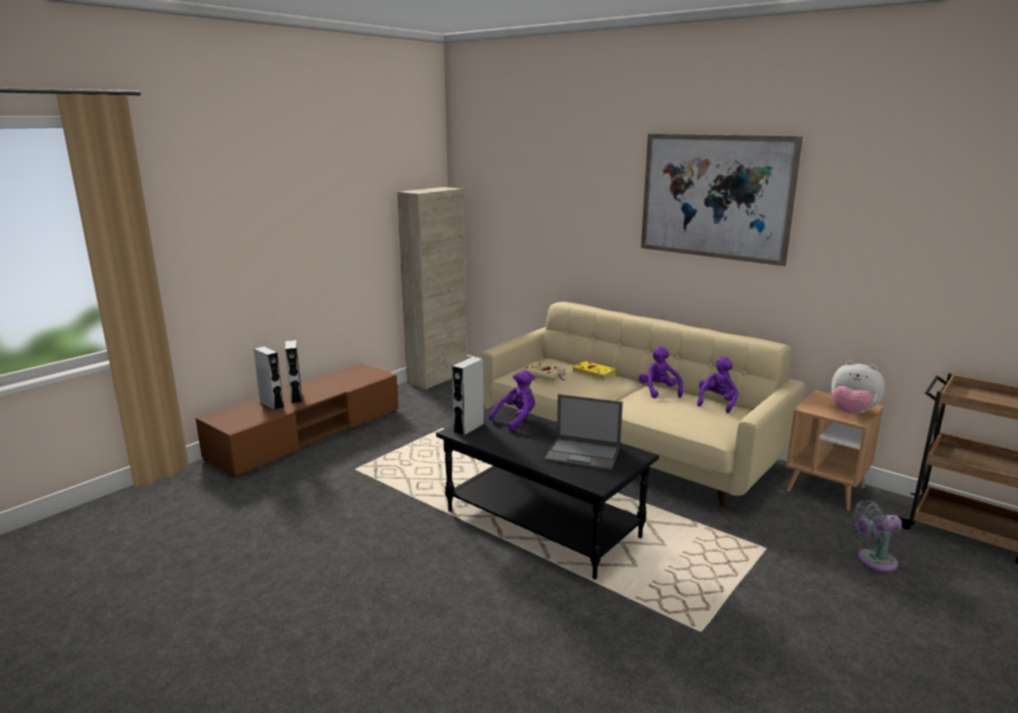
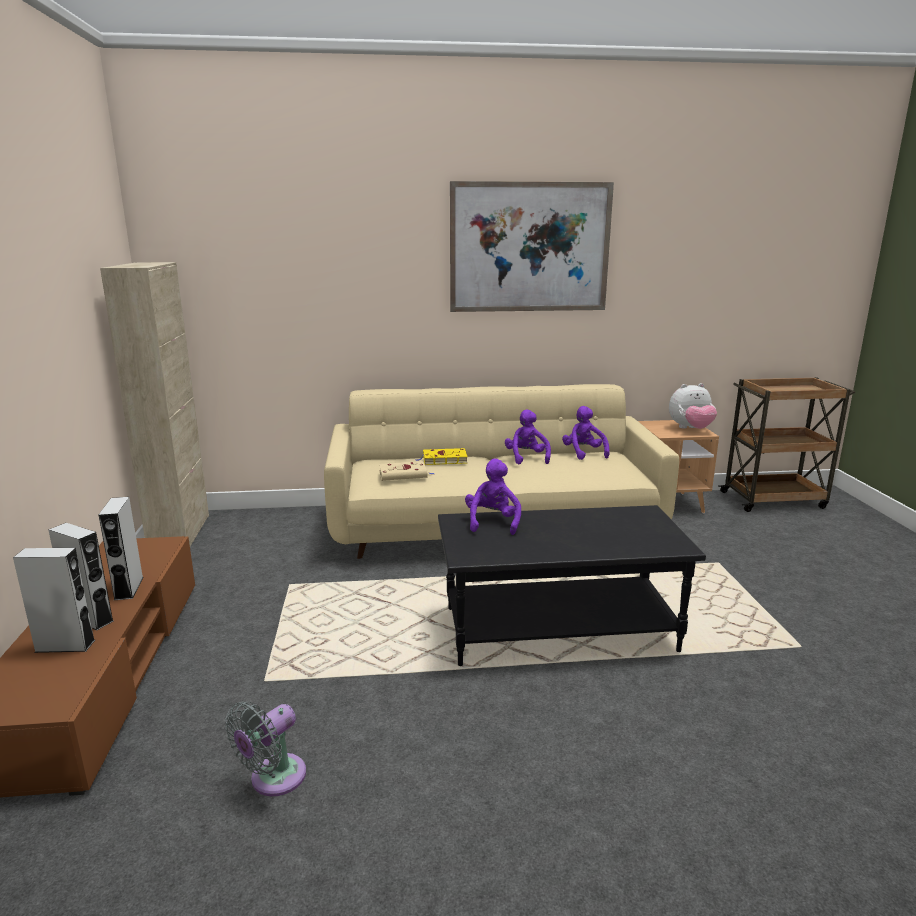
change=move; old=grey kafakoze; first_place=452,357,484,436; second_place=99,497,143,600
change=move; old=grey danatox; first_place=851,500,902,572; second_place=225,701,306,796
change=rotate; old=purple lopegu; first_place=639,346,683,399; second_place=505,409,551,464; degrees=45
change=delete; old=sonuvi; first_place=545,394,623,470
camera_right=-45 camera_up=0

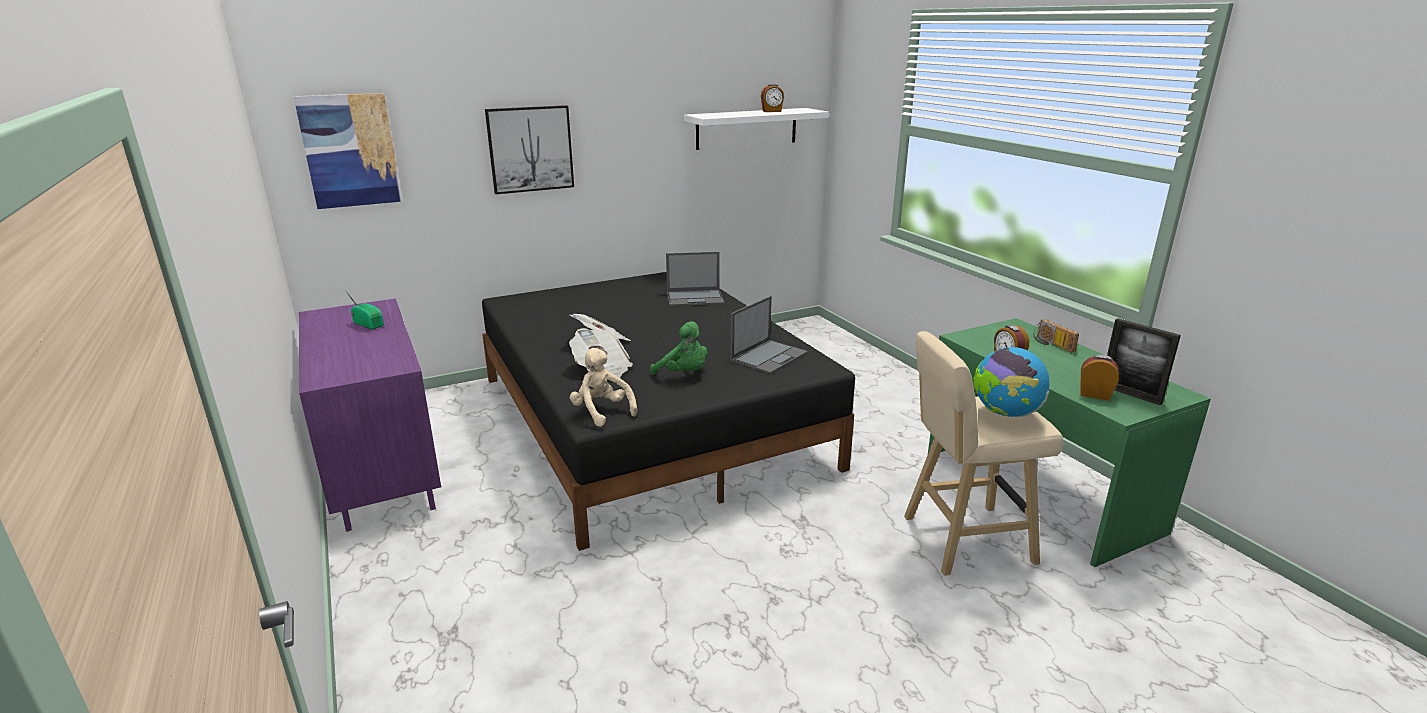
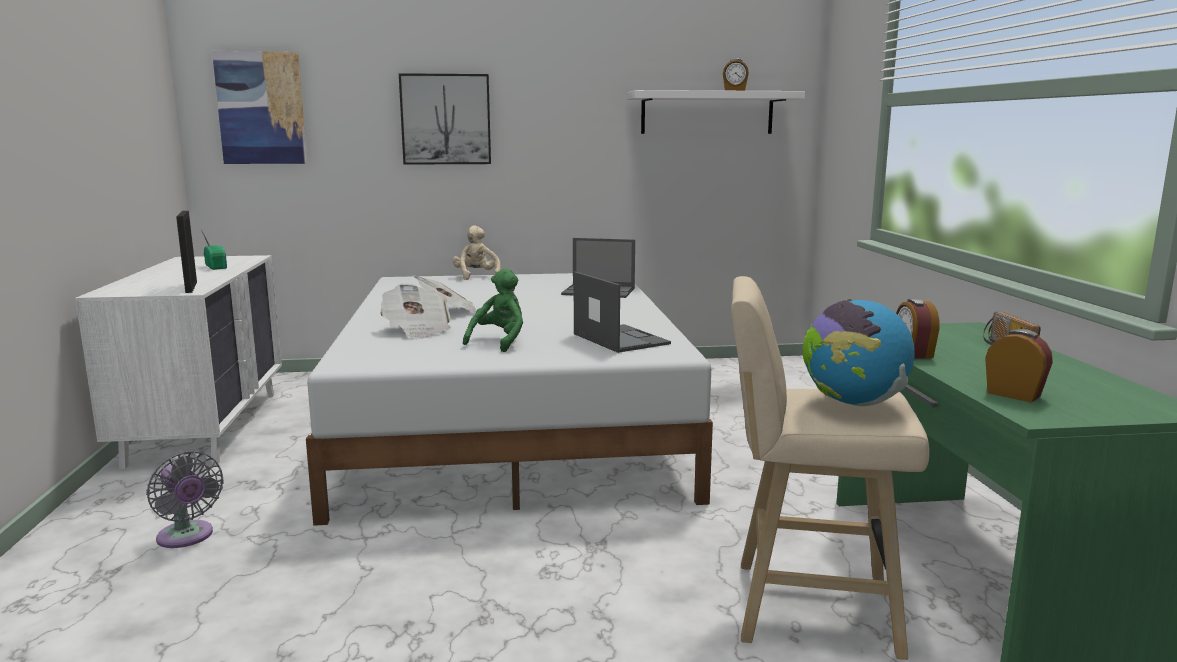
change=recolor; old=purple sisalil; new=white sisalil; first_place=299,298,441,532; second_place=75,255,282,469
change=insert; new=grey danatox; second_place=146,451,224,548
change=move; old=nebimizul; first_place=1107,318,1181,405; second_place=176,211,197,293
change=recolor; old=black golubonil; new=white golubonil; first_place=482,272,855,551; second_place=306,273,713,526
change=move; old=beige lopegu; first_place=570,348,637,427; second_place=452,225,501,280
change=rotate; old=green lopegu; first_place=650,321,708,375; second_place=463,268,523,352; degrees=-120
change=rotate; old=sonuvi; first_place=731,296,808,374; second_place=573,272,671,353; degrees=-90
camera_right=20 camera_up=-10

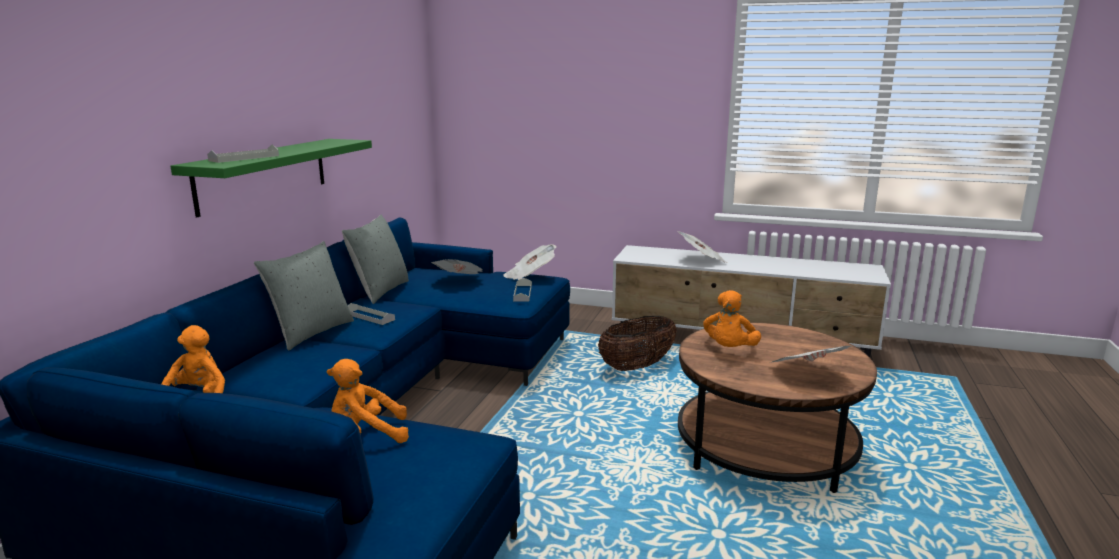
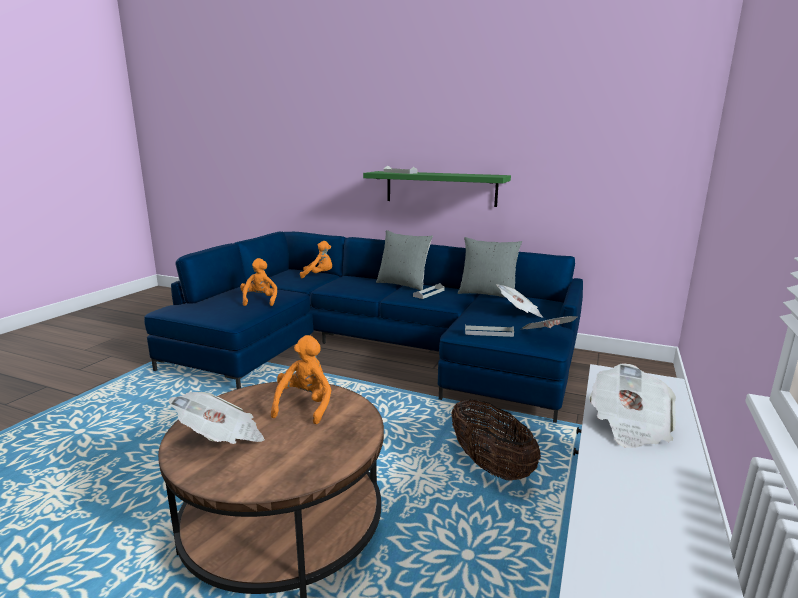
change=rotate; old=orange lopegu; first_place=703,290,761,347; second_place=271,335,331,424; degrees=75
camera_right=95 camera_up=0

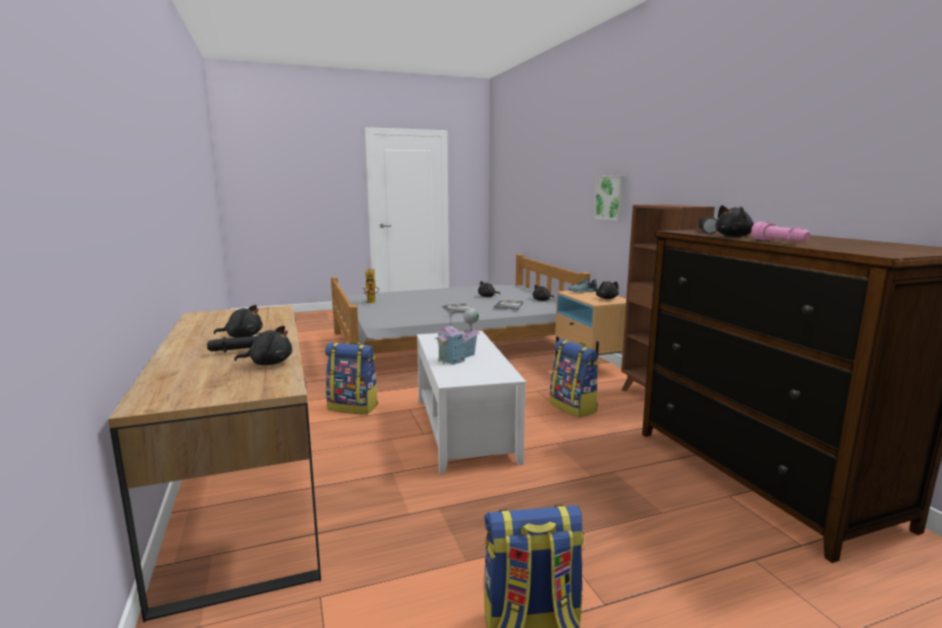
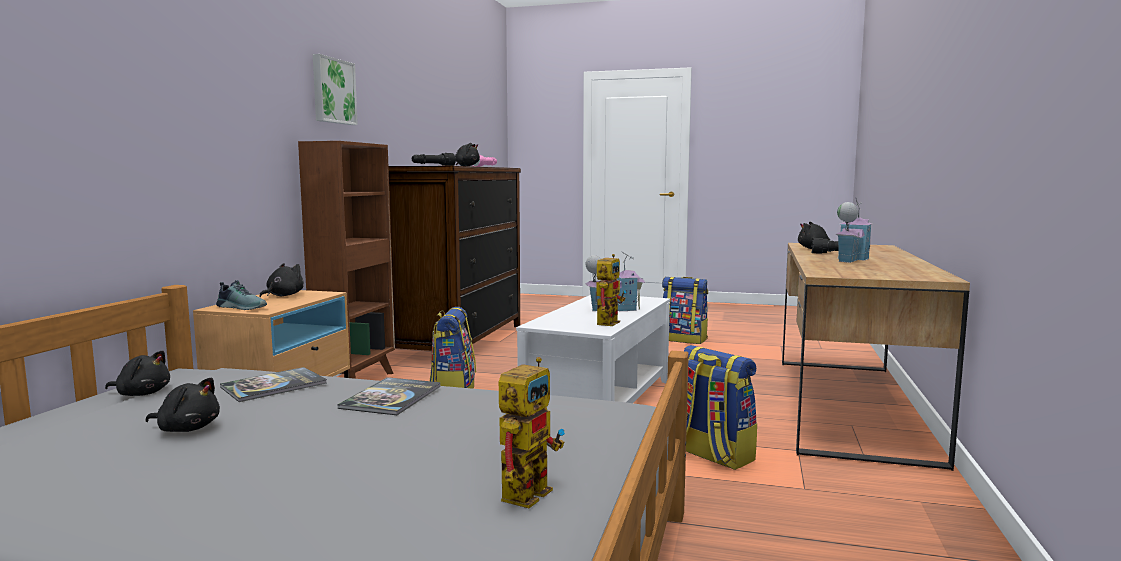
change=move; old=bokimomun; first_place=594,175,626,221; second_place=313,54,358,125
change=insert; new=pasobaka; second_place=596,254,627,326
change=replace; old=black lopegu; new=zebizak; first_place=214,305,263,338; second_place=835,199,872,263
camera_right=-145 camera_up=-5

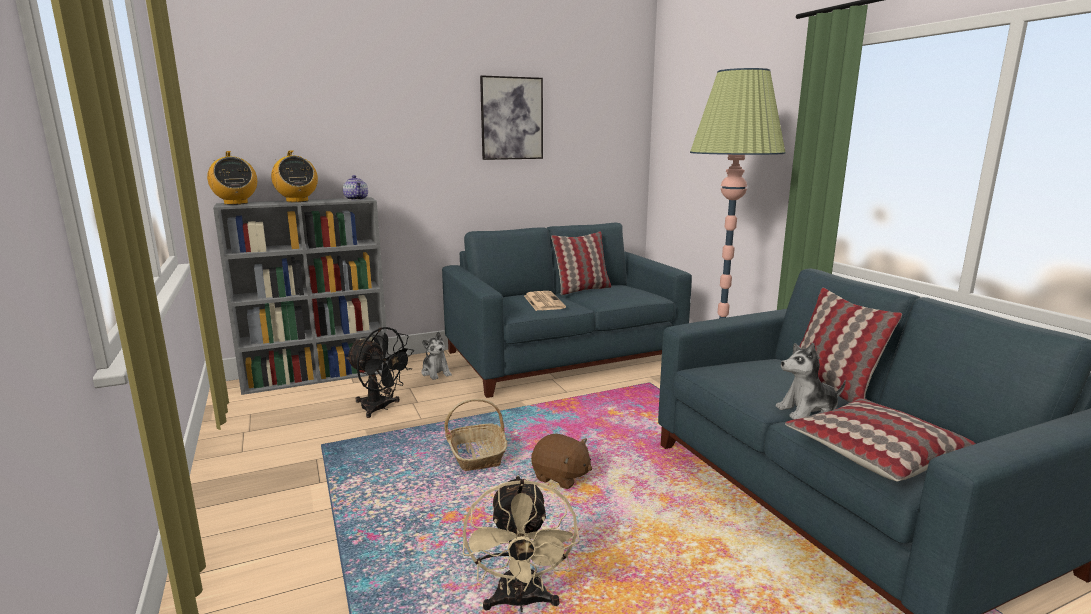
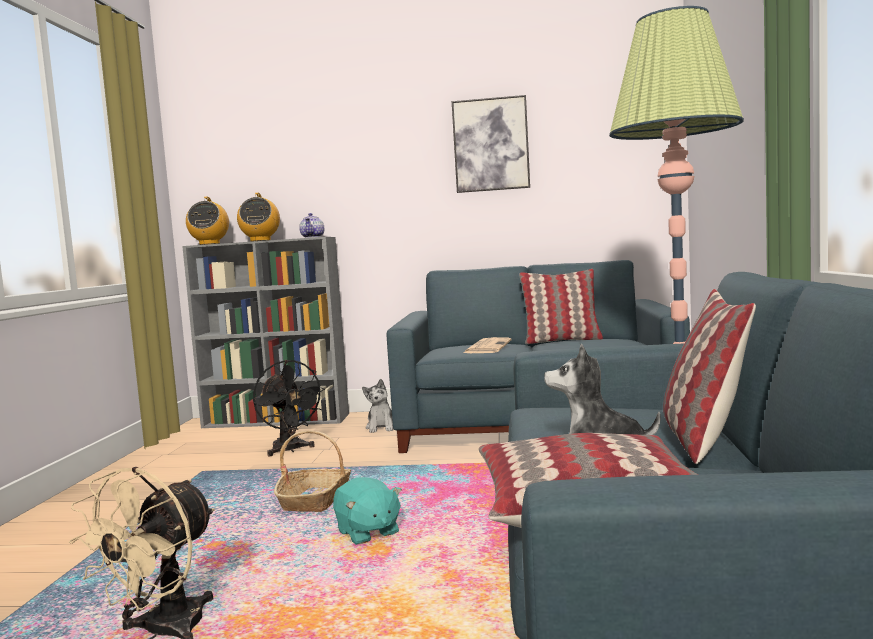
change=recolor; old=brown lopegu; new=turquoise lopegu; first_place=531,433,592,489; second_place=333,477,402,545
camera_right=30 camera_up=-10

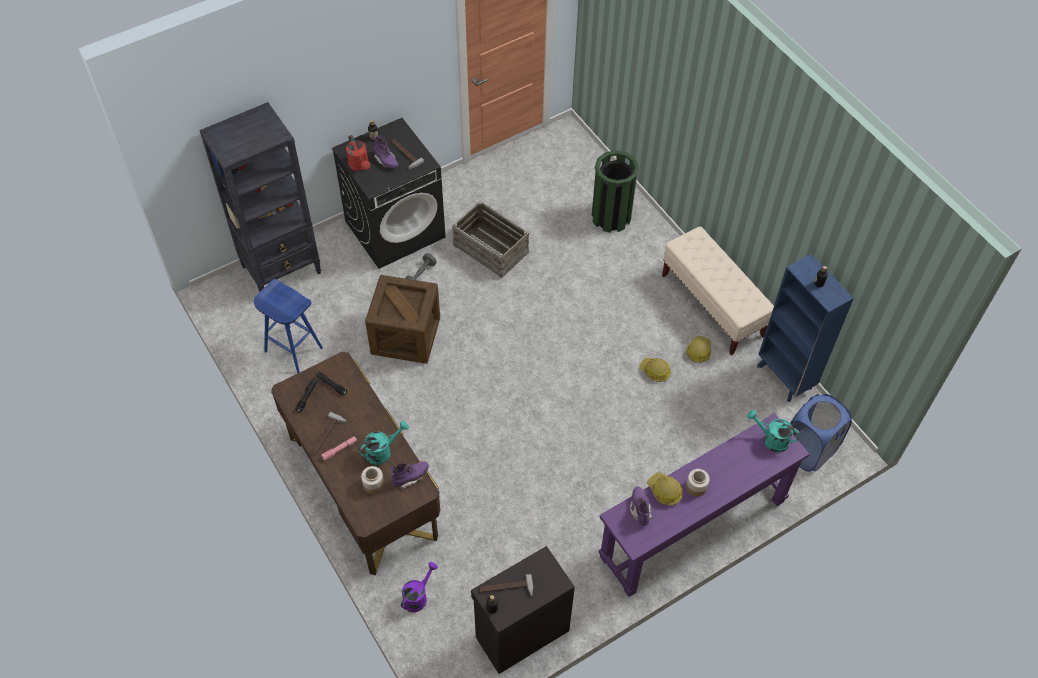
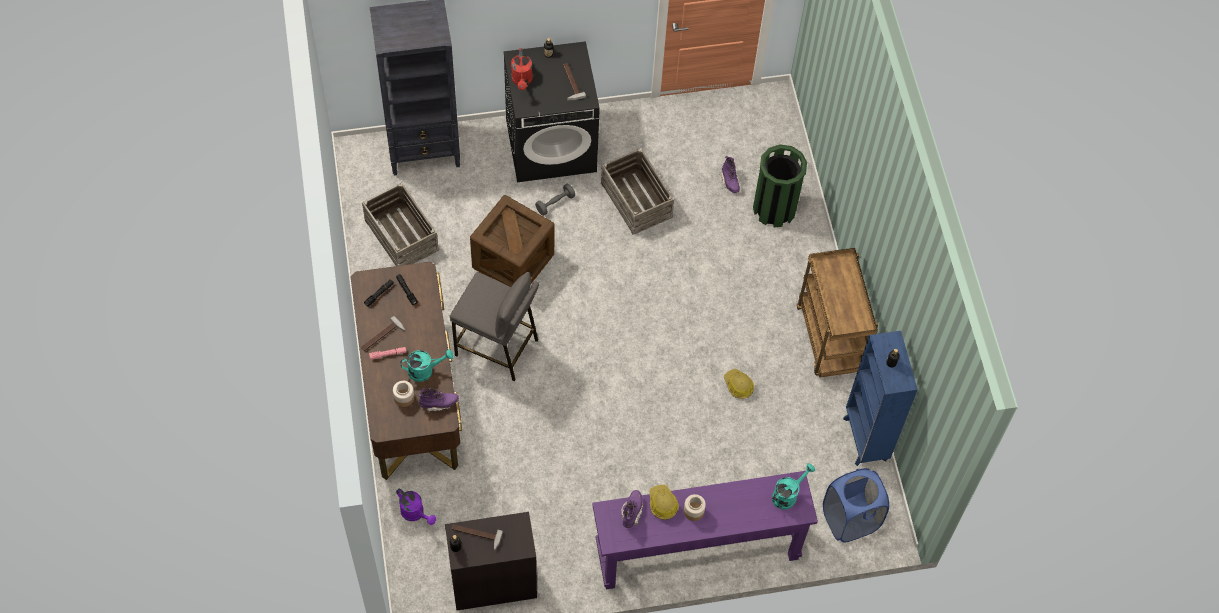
change=replace; old=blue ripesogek; new=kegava; first_place=254,279,323,373; second_place=362,182,439,266
change=rotate; old=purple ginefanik; first_place=401,562,438,612; second_place=396,488,436,525; degrees=75
change=insert; new=grey ripesogek; second_place=449,272,539,381
change=move; old=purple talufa; first_place=374,135,398,168; second_place=720,156,740,193
change=rotate; old=turquoise ginefanik; first_place=747,410,800,452; second_place=772,463,815,510; degrees=90
change=replace; old=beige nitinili; new=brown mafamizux; first_place=662,227,774,355; second_place=797,248,878,377
change=delete; old=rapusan; first_place=686,336,711,363
camera_right=20 camera_up=5

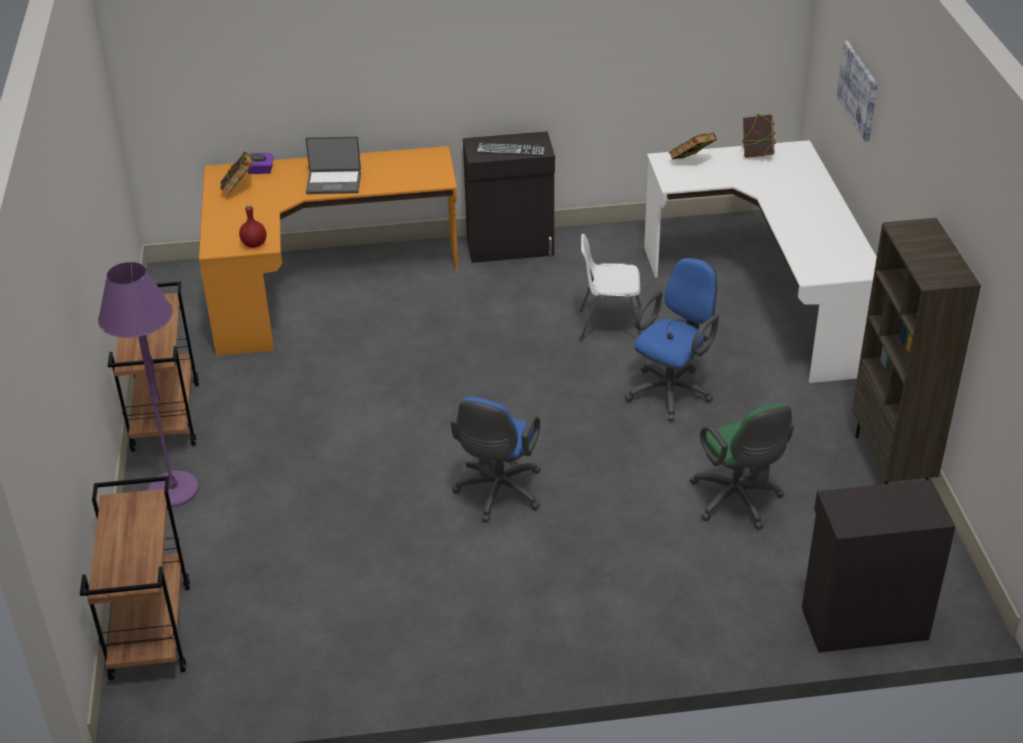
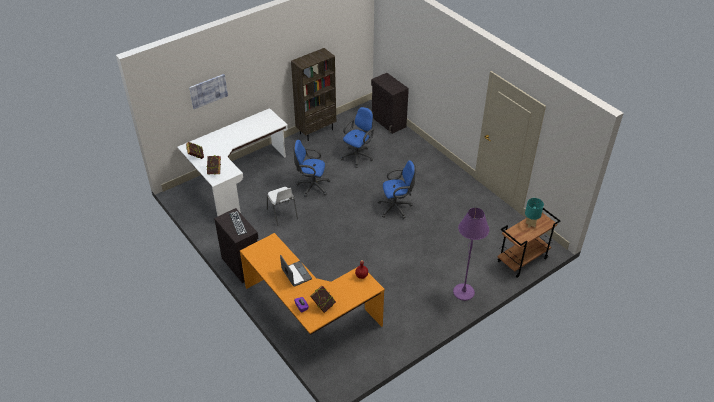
change=recolor; old=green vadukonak; new=blue vadukonak; first_place=689,403,794,530; second_place=340,107,374,168
change=insert; new=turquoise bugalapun; second_place=525,198,544,228
change=delete; old=brown mafamizux; first_place=108,281,199,452
camera_right=-120 camera_up=5

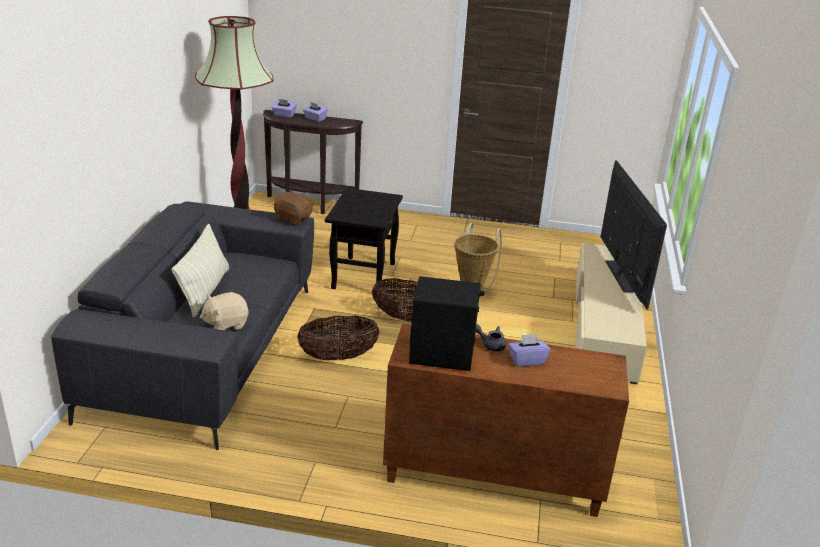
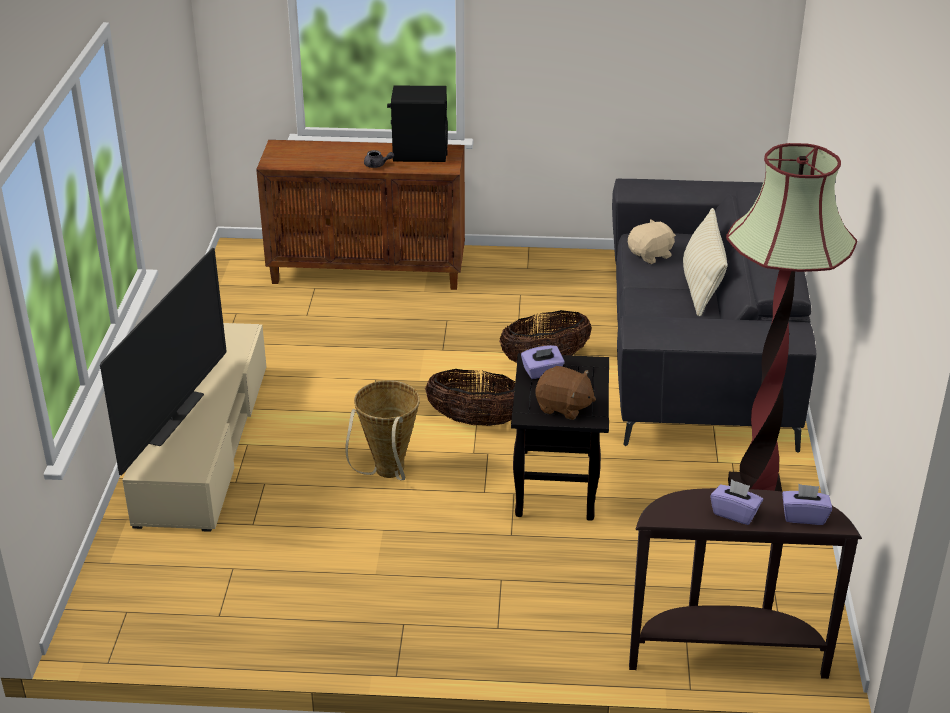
change=rotate; old=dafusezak; first_place=601,160,667,309; second_place=100,248,226,475; degrees=-150
change=move; old=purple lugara; first_place=508,334,551,367; second_place=521,345,565,379
change=move; old=brown lopegu; first_place=274,191,313,226; second_place=535,366,596,420
camera_right=175 camera_up=5

